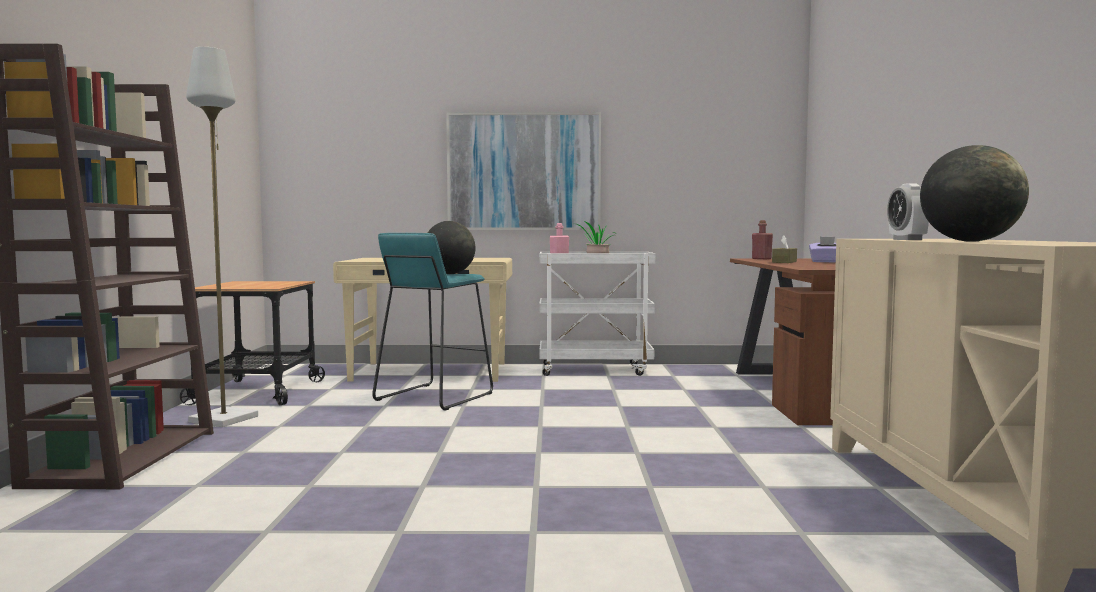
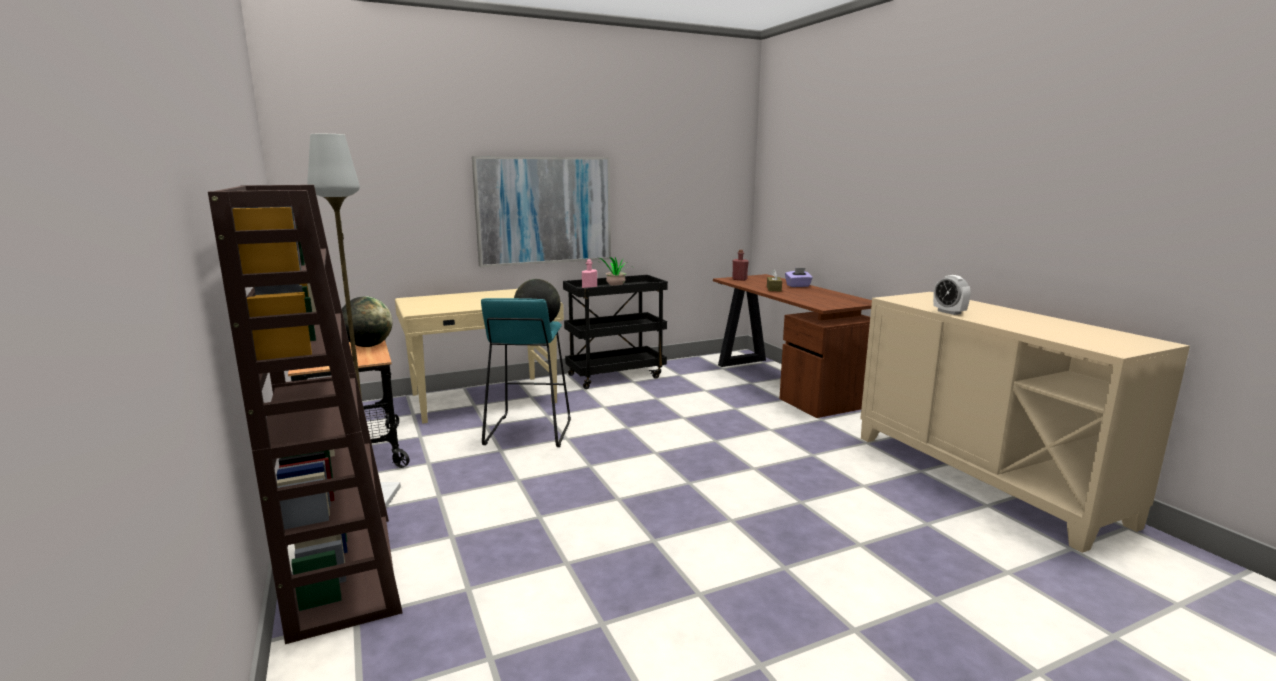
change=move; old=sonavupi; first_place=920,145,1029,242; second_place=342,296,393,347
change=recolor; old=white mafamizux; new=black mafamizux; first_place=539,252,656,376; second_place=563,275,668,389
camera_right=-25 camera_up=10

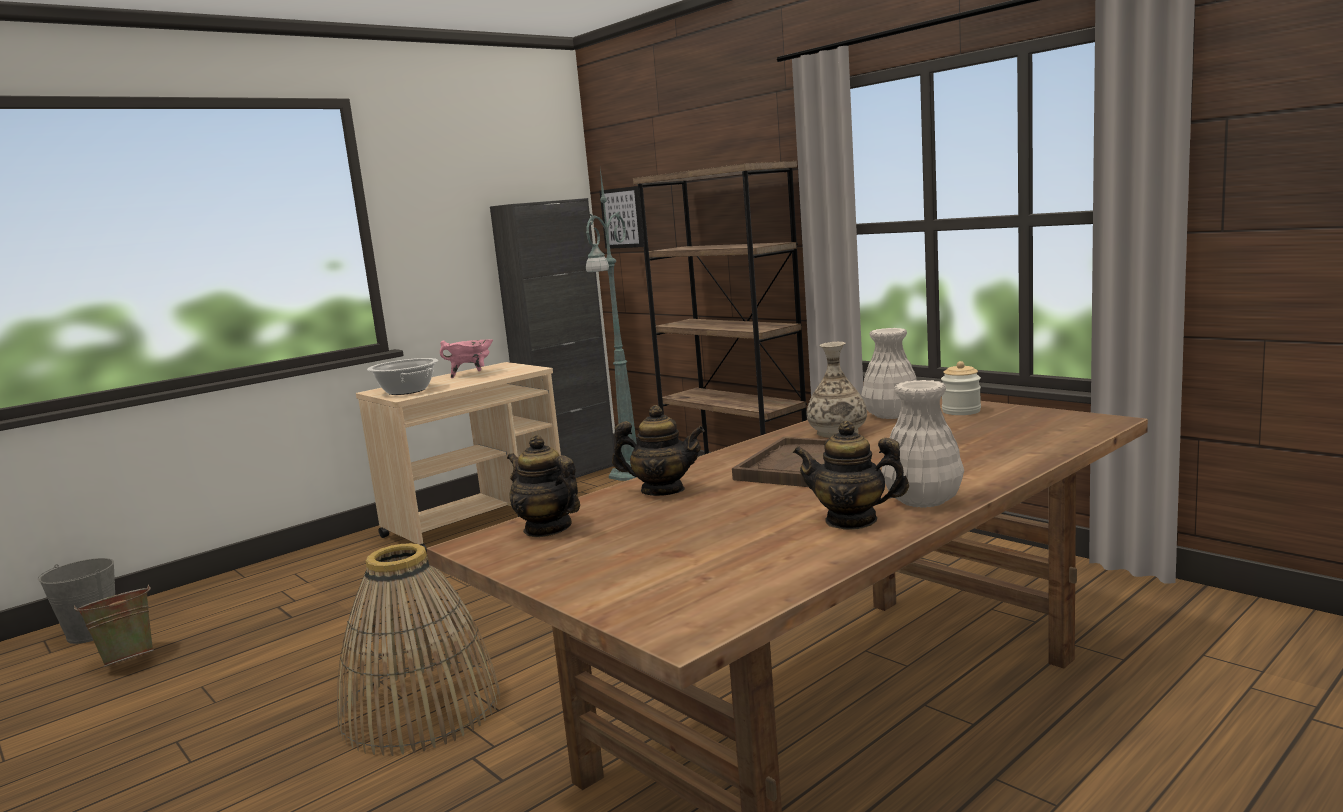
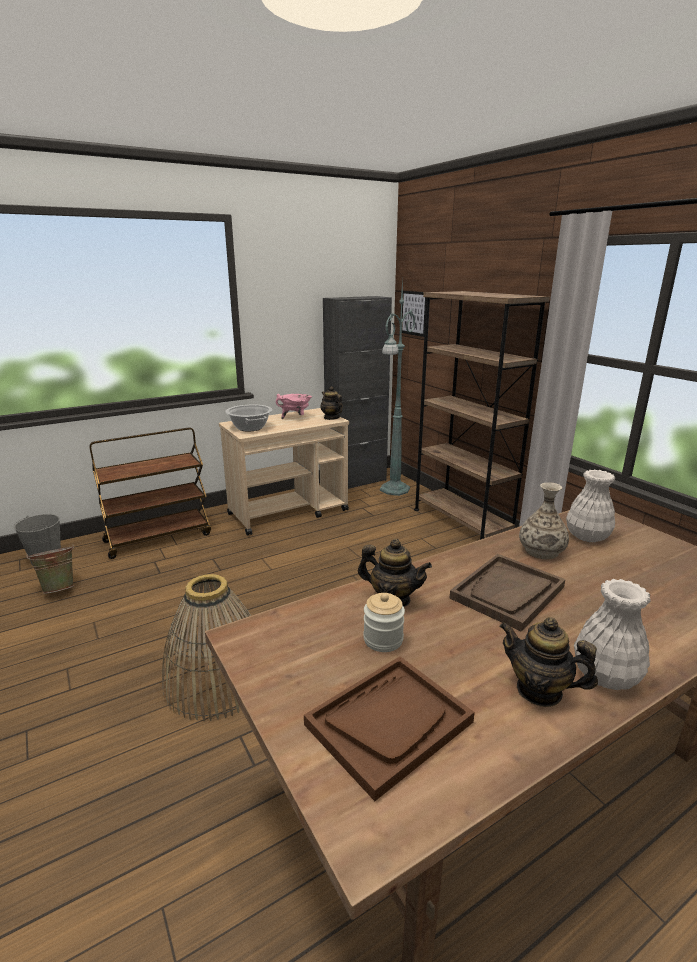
change=insert; new=brown mafamizux; second_place=89,428,211,559
change=insert; new=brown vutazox; second_place=304,657,475,801
change=move; old=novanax; first_place=507,435,580,537; second_place=321,386,343,420
change=move; old=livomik; first_place=941,361,981,415; second_place=363,593,405,652
camera_right=10 camera_up=10

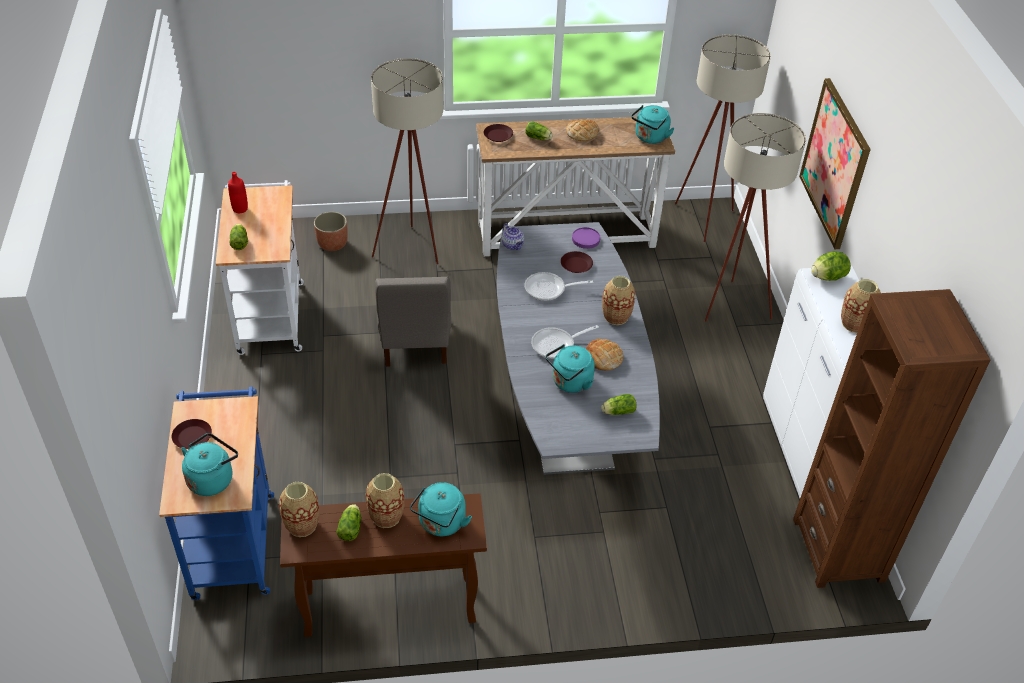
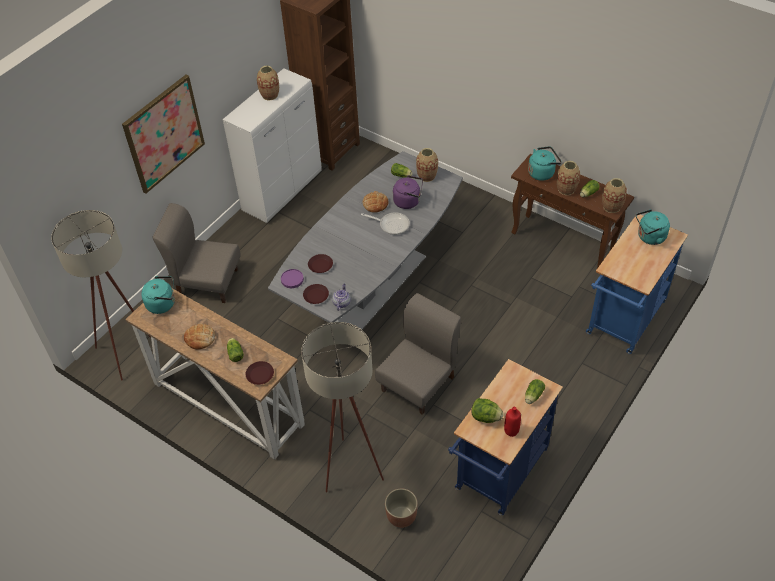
change=replace; old=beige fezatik; new=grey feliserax; first_place=705,113,806,322; second_place=153,203,241,303
change=move; old=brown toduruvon; first_place=172,419,212,449; second_place=303,284,329,304
change=recolor; old=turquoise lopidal; new=purple lopidal; first_place=546,344,595,393; second_place=393,175,423,209
change=move; old=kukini; first_place=602,276,635,325; second_place=416,148,438,182
change=recolor; old=white mafamizux; new=blue mafamizux; first_place=216,180,304,355; second_place=448,359,563,516
change=move; old=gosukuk; first_place=811,251,851,281; second_place=472,398,504,423
change=delete; old=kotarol; first_place=524,272,593,301
camera_right=-135 camera_up=5

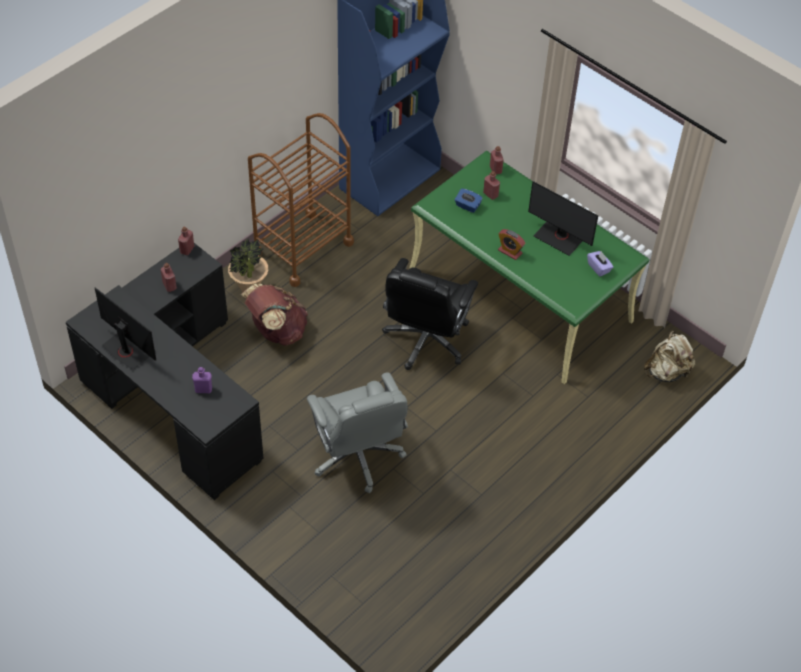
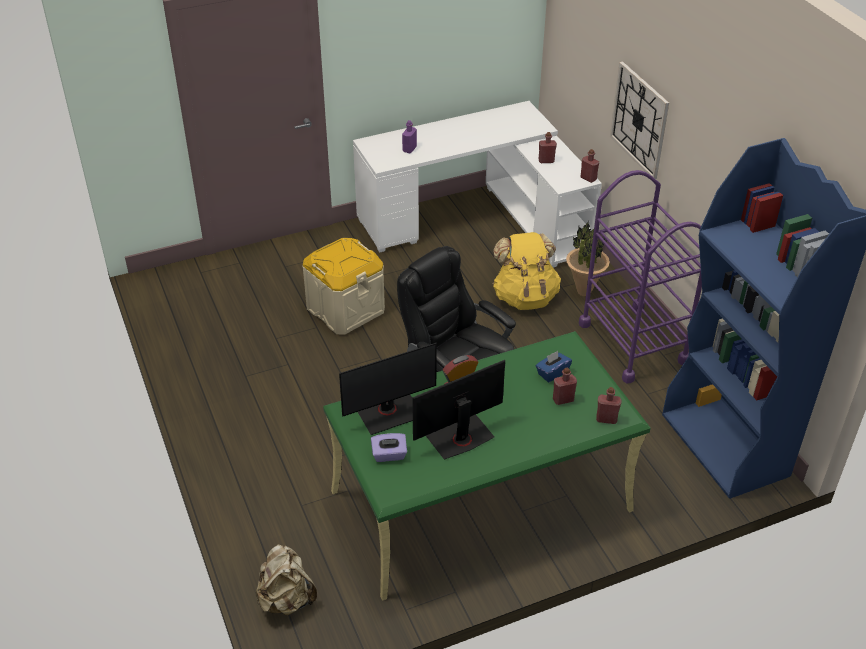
change=replace; old=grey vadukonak; new=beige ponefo; first_place=307,372,408,493; second_place=302,238,385,335
change=move; old=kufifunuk; first_place=95,287,156,370; second_place=339,343,437,435
change=recolor; old=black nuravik; new=white nuravik; first_place=66,243,263,500; second_place=353,101,602,268
change=recolor; old=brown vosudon; new=yellow vosudon; first_place=241,284,308,345; second_place=492,232,561,310
change=recolor; old=brown mafamizux; new=purple mafamizux; first_place=248,113,354,287; second_place=579,170,702,383
change=insert; new=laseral; second_place=610,62,669,179
camera_right=115 camera_up=-10

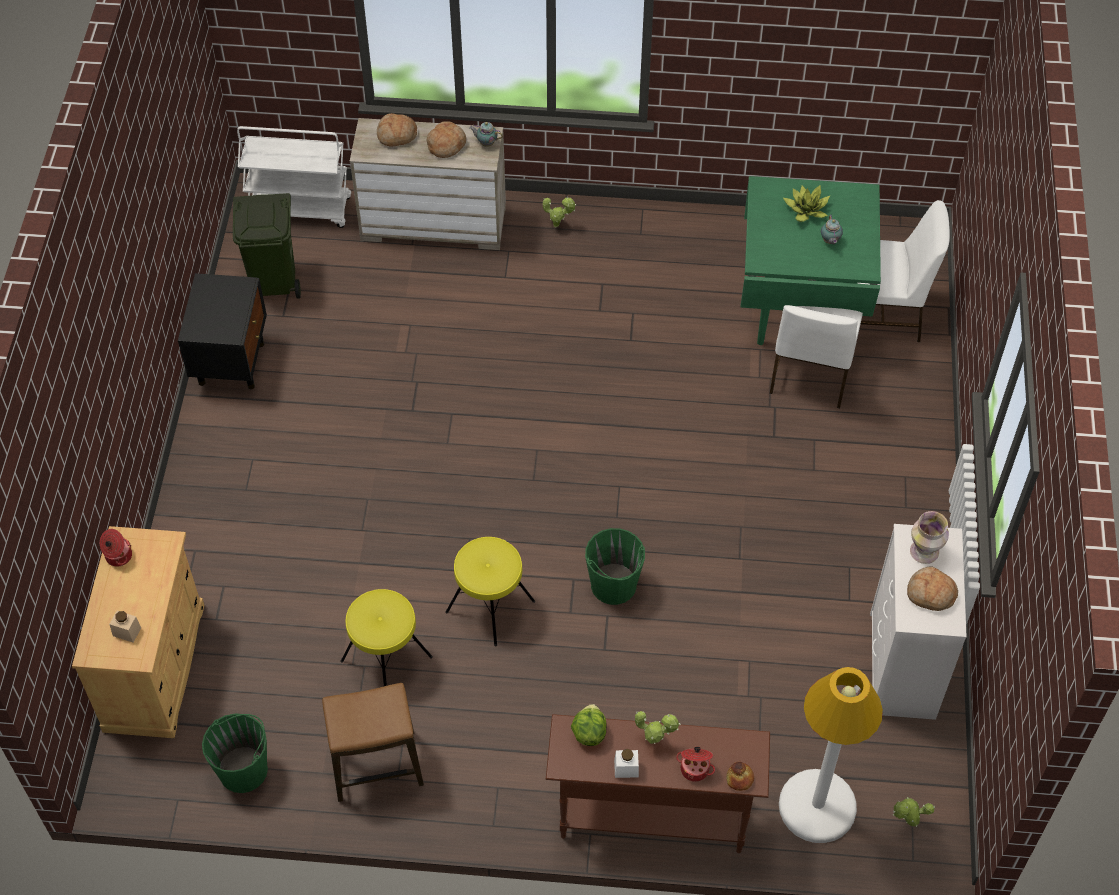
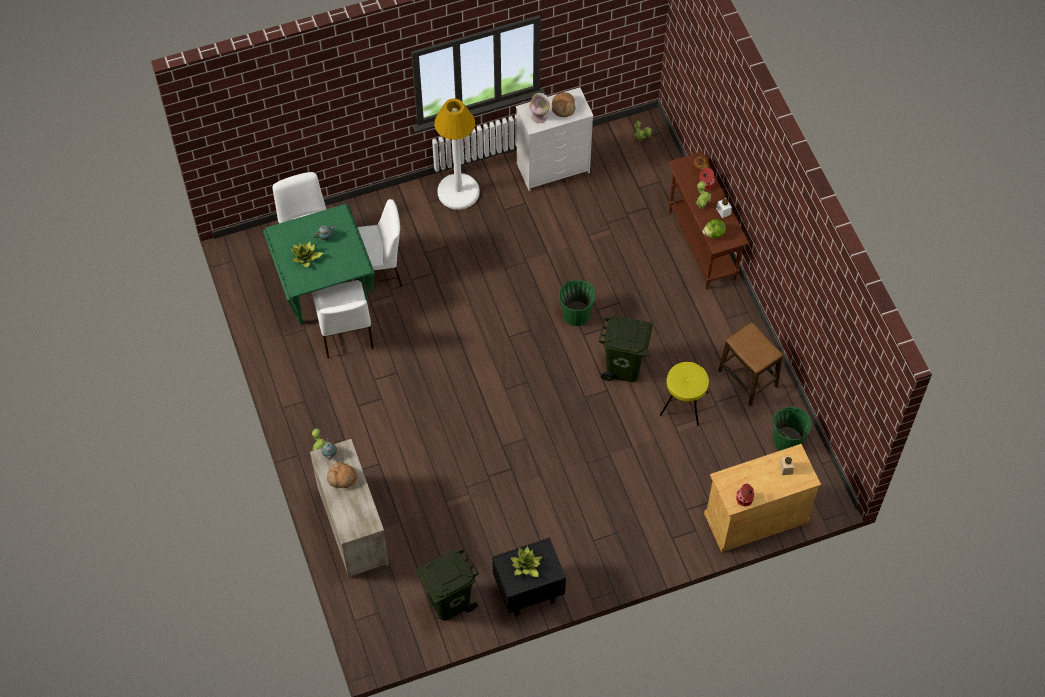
change=insert; new=white feliserax; second_place=312,280,374,358
change=move; old=white fezatik; first_place=779,667,883,843; second_place=434,99,480,210
change=insert; new=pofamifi; second_place=510,546,543,577
change=replace; old=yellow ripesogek; new=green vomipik; first_place=445,537,535,646; second_place=599,316,653,382
change=delete; old=white mafamizux; first_place=237,126,351,228
change=delete; old=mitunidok; first_place=377,113,417,147
camera_right=-115 camera_up=5

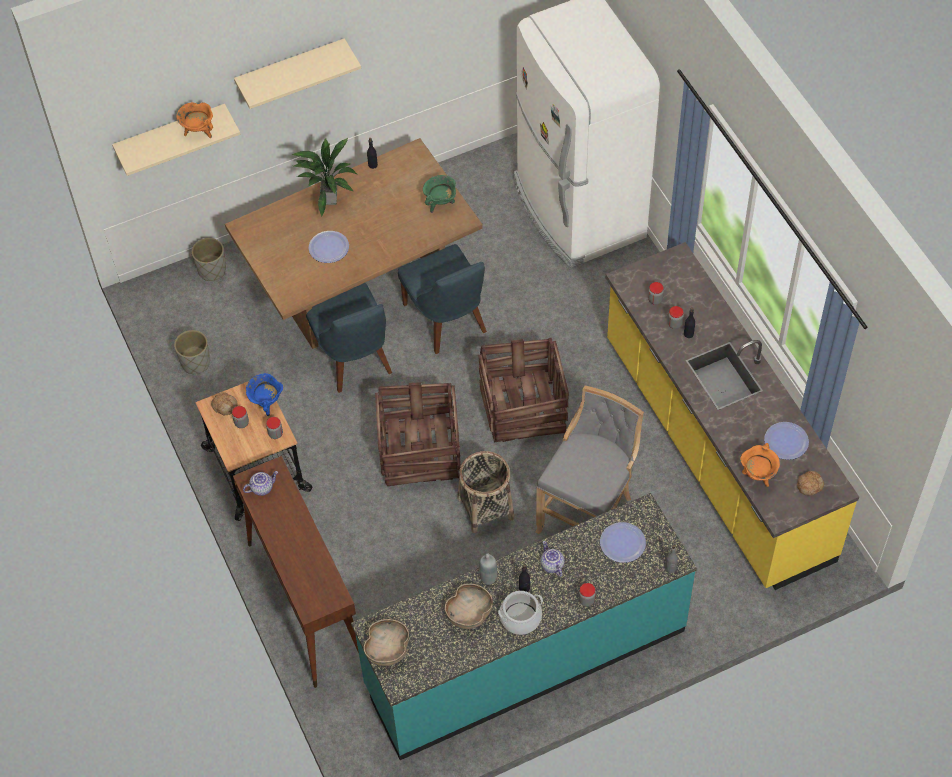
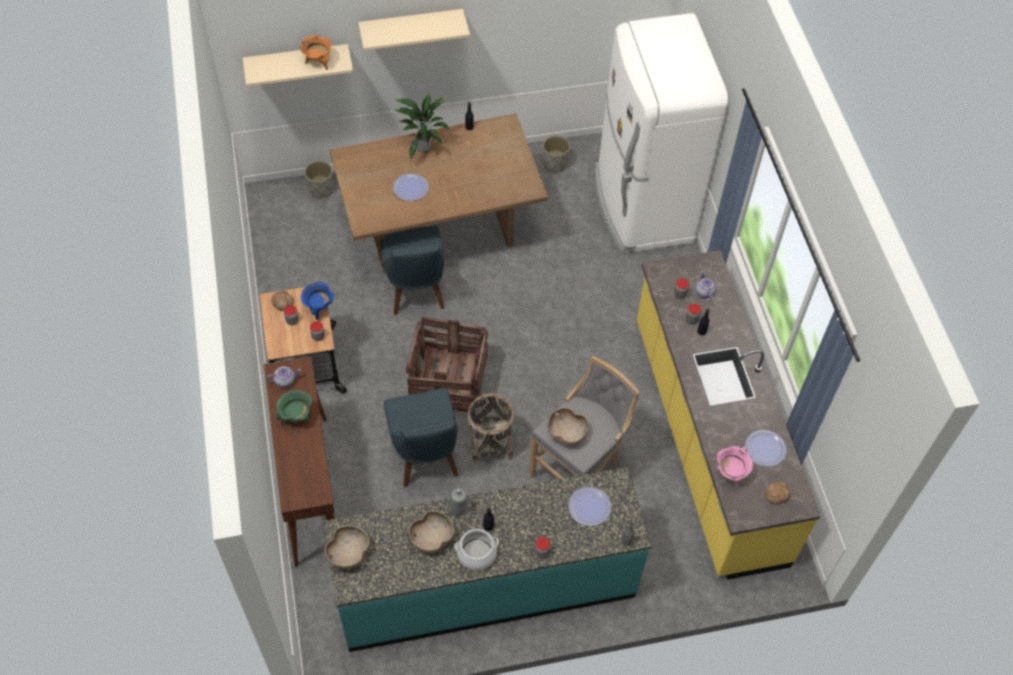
change=move; old=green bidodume; first_place=423,175,456,213; second_place=275,390,312,426
change=move; old=blue feliserax; first_place=398,244,487,354; second_place=384,388,458,487
change=move; old=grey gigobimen; first_place=174,330,210,374; second_place=543,136,570,172
change=insert; new=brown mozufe; second_place=548,408,589,445
change=move; old=novanax; first_place=540,541,564,577; second_place=695,271,716,302
change=recolor; old=orange bidodume; new=pink bidodume; first_place=740,443,780,487; second_place=717,446,753,487
change=delete; old=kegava; first_place=478,338,569,442
camera_right=10 camera_up=0

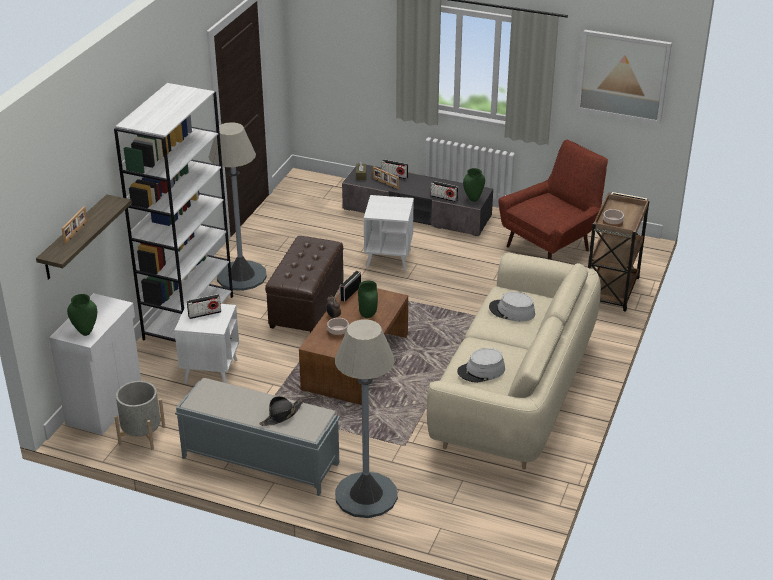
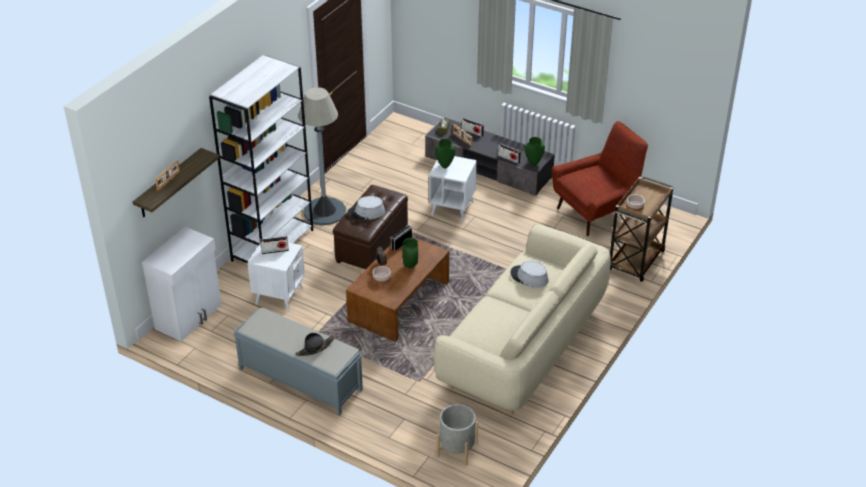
change=move; old=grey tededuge; first_place=457,348,505,383; second_place=348,196,385,220
change=move; old=green kukini; first_place=67,294,97,336; second_place=435,139,455,168
change=move; old=grey gigobimen; first_place=114,381,165,450; second_place=437,404,478,466
change=delete; old=grey fezatik; first_place=335,319,398,518
change=delete; old=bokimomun; first_place=576,30,672,124
camera_right=10 camera_up=5

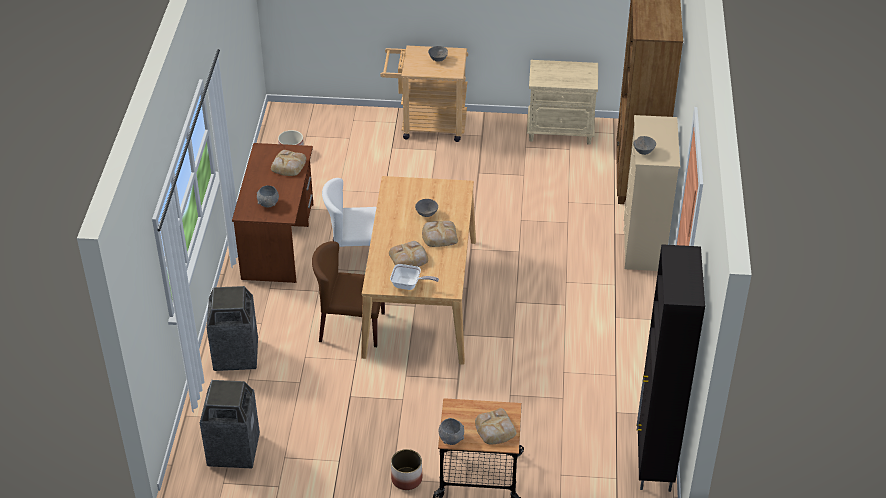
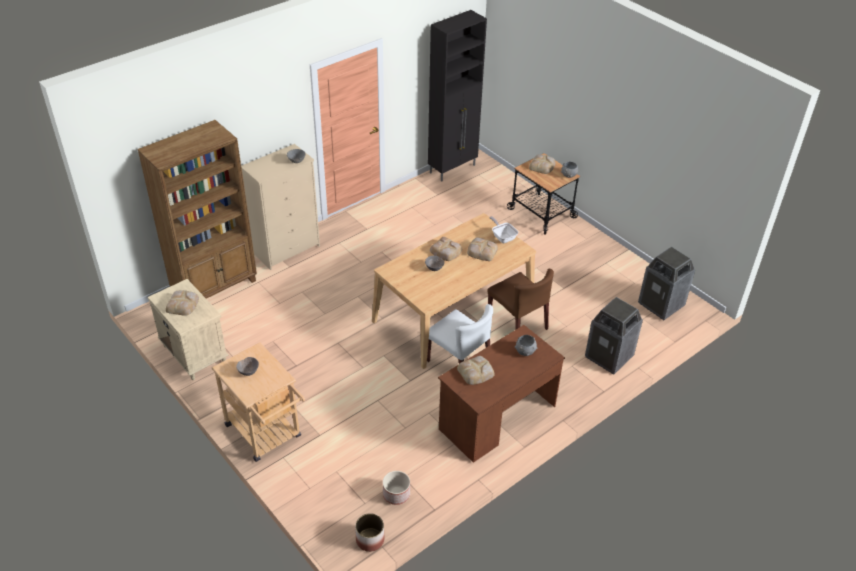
change=insert; new=mitunidok; second_place=166,290,199,316
change=move; old=gigobimen; first_place=391,449,422,490; second_place=355,513,384,552
camera_right=-135 camera_up=0

